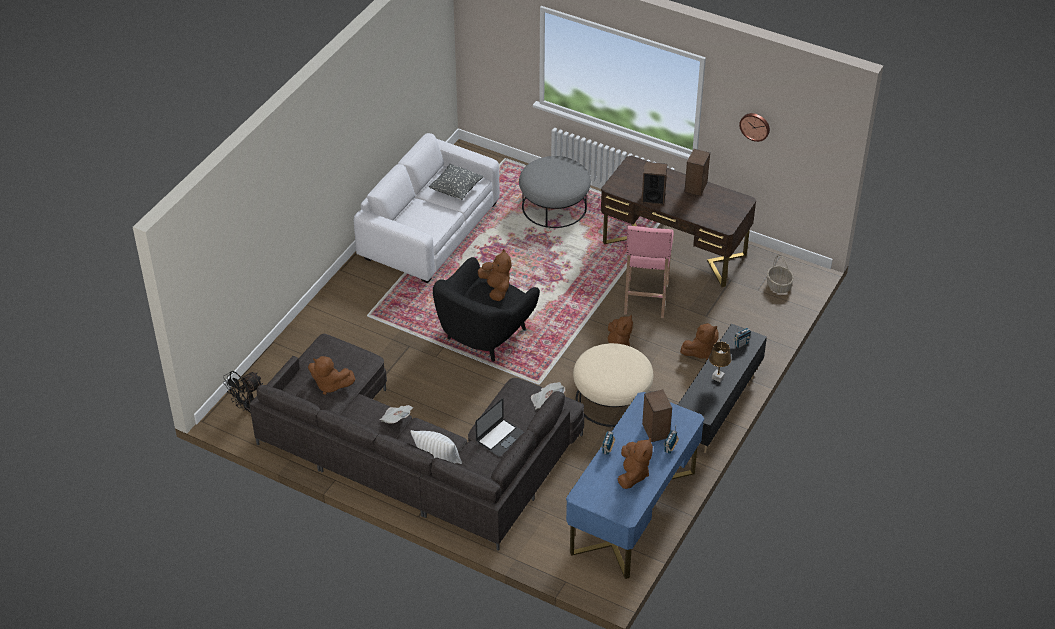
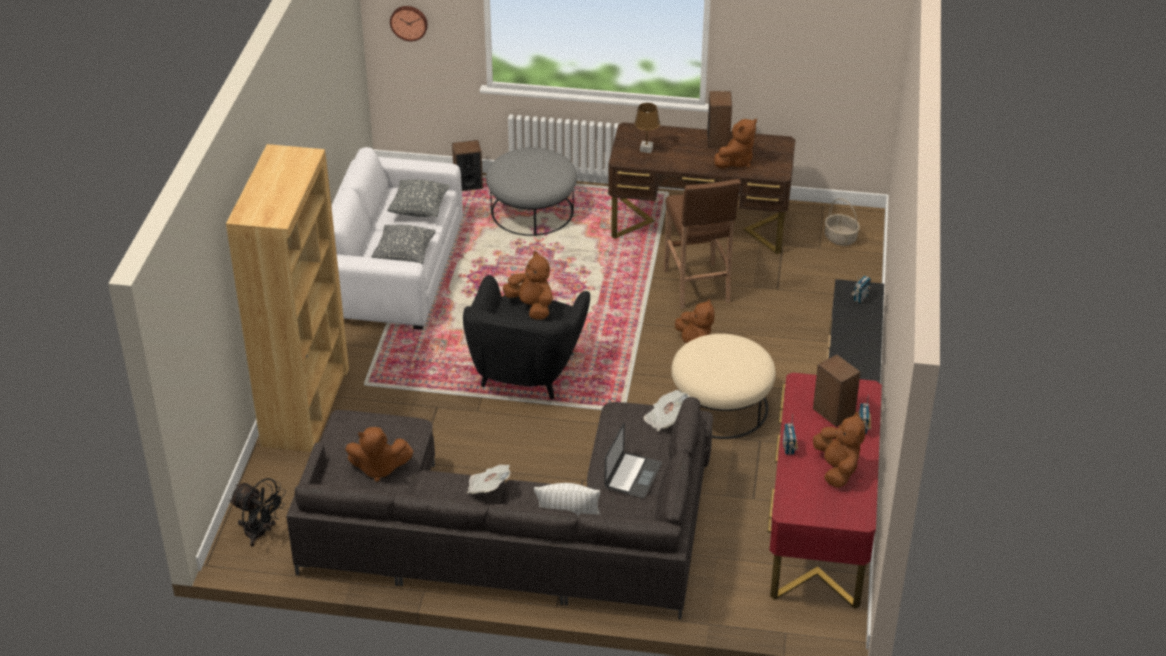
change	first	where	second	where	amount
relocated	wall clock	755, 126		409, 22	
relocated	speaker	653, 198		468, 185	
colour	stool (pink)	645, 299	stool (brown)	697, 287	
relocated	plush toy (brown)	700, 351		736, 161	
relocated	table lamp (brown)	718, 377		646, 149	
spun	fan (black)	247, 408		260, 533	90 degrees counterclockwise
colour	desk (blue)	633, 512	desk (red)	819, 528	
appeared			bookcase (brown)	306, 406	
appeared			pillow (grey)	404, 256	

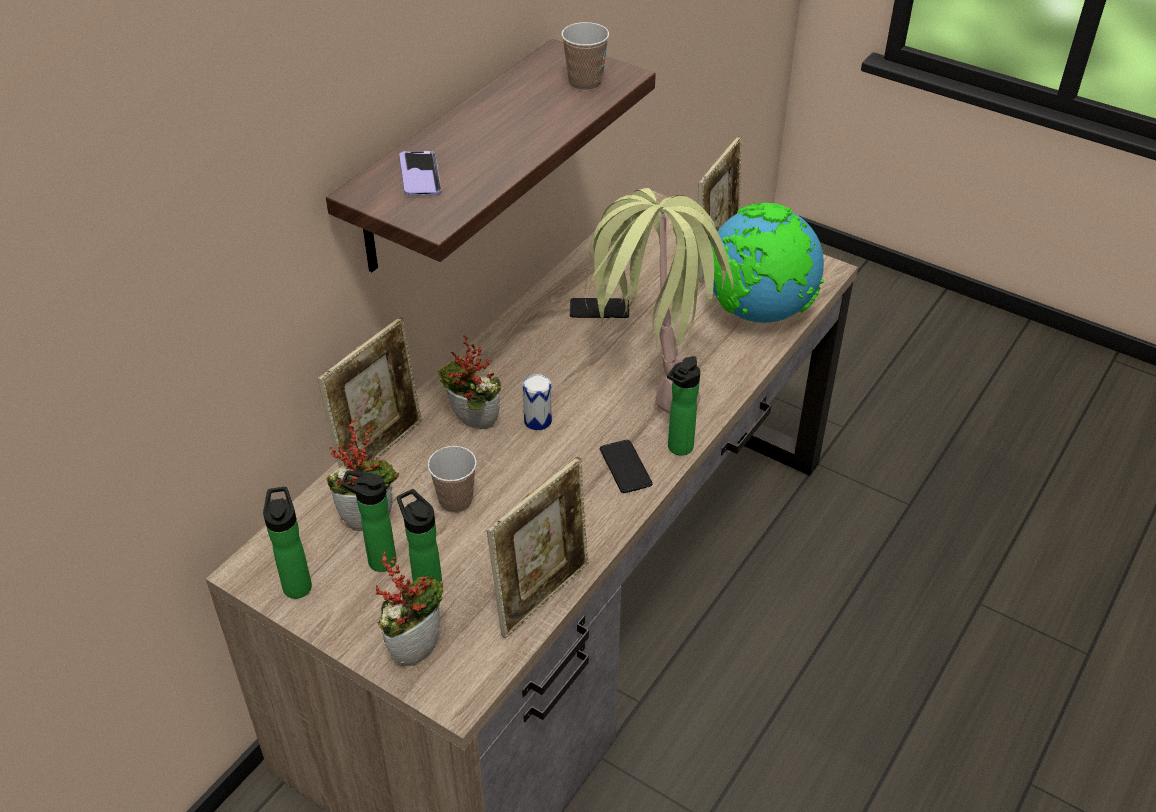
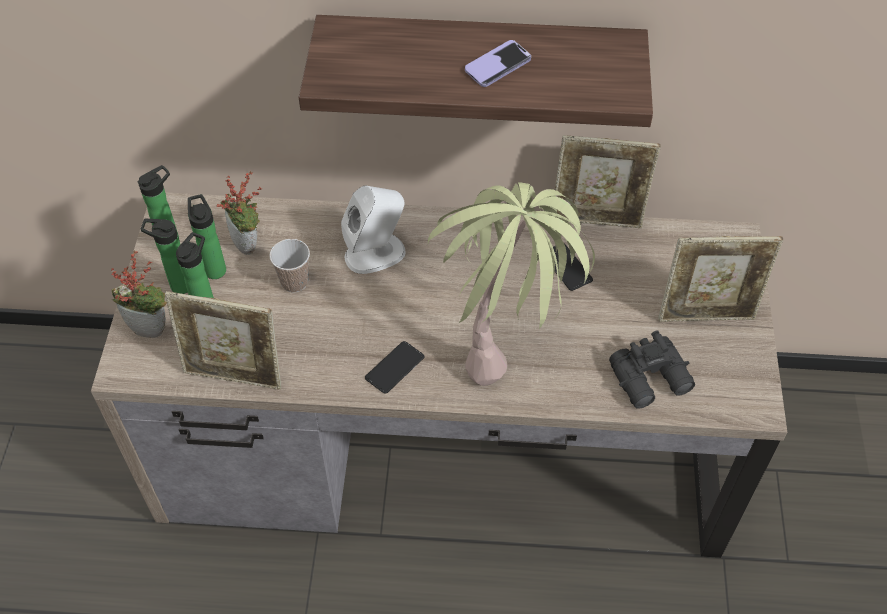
change	first	where	second	where	amount
missing	cup	585, 83			
relocated	phone	420, 176		498, 65	
exchanged	globe	758, 313	binoculars (black)	652, 379	
relocated	picture frame	380, 449		597, 220	
exchanged	potted plant	472, 425	speaker (white)	376, 253	
relocated	bottle	678, 449		178, 285	
missing	can	538, 421			

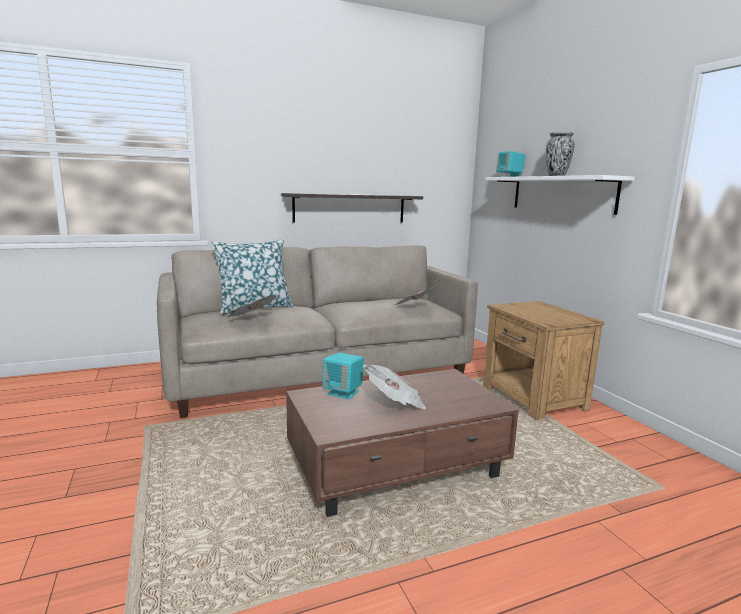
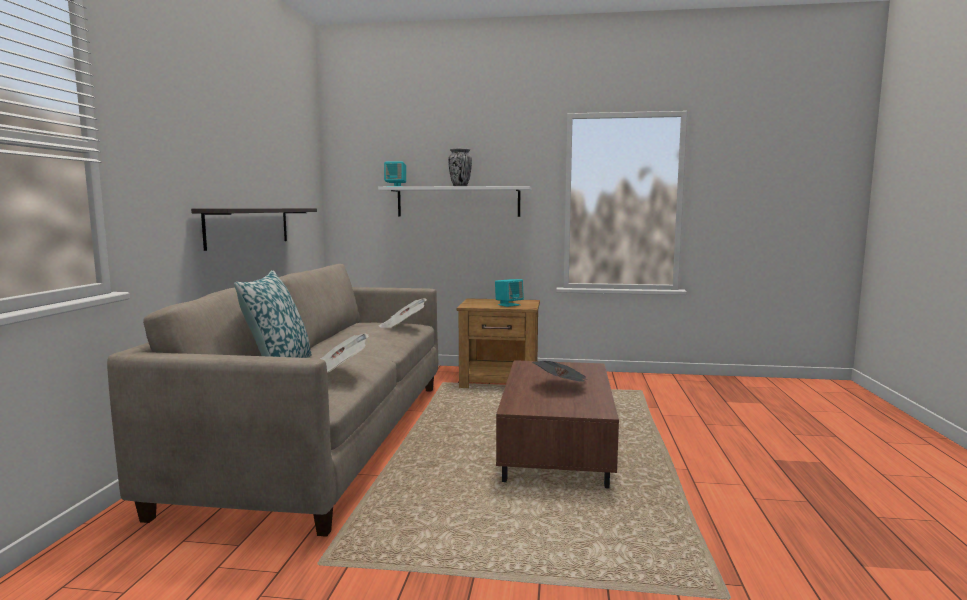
change	first	where	second	where	amount
relocated	speaker (turquoise)	343, 392		508, 305	

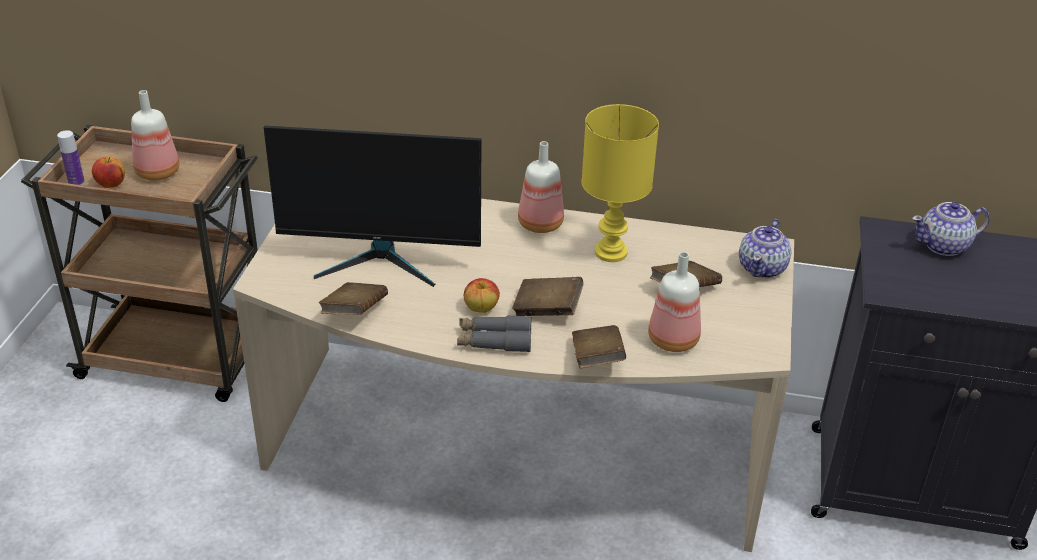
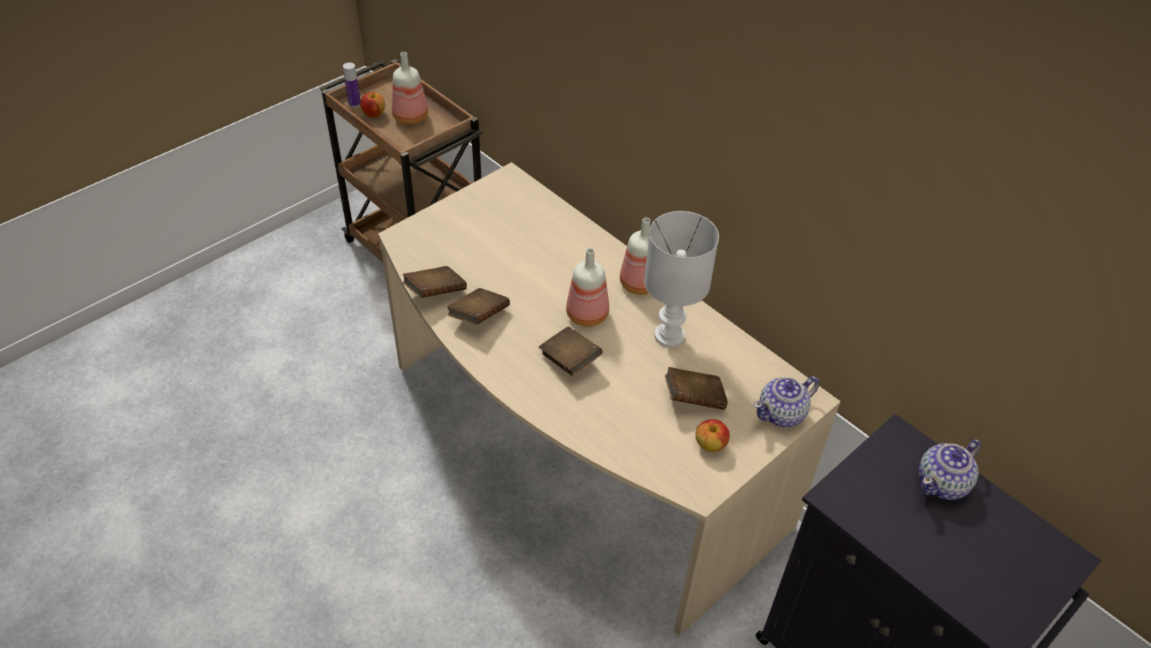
change	first	where	second	where	amount
colour	table lamp (yellow)	611, 252	table lamp (white)	670, 335	
missing	monitor	381, 260			
spun	teapot	944, 246		942, 483	60 degrees counterclockwise
relocated	bottle	673, 339		588, 314	
relocated	apple	481, 308		710, 445	
missing	binoculars (grey)	494, 341			
relocated	book (brown)	597, 360		479, 316	

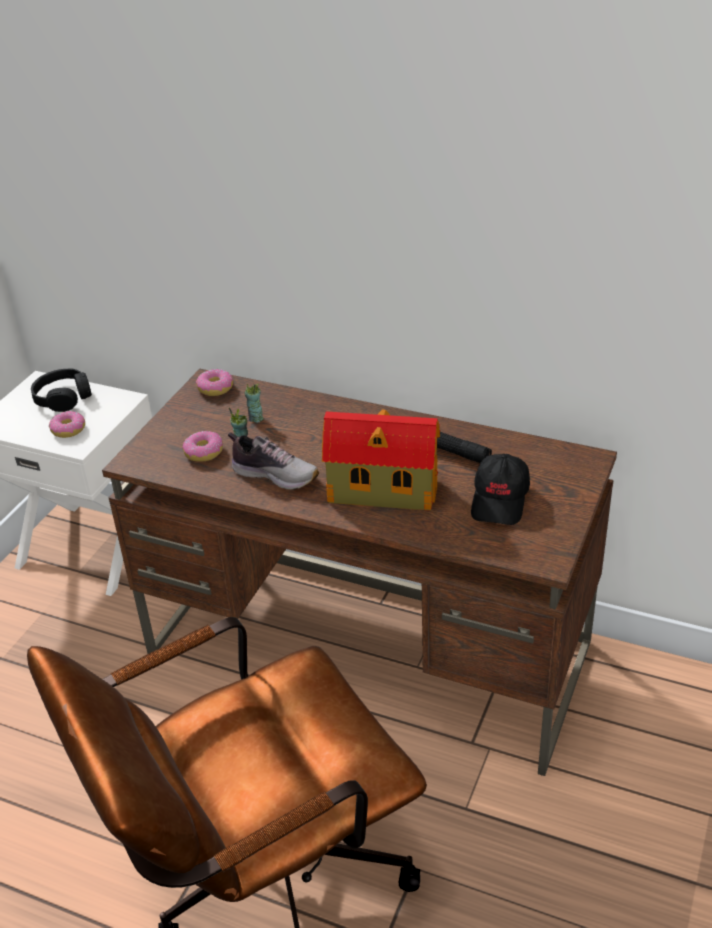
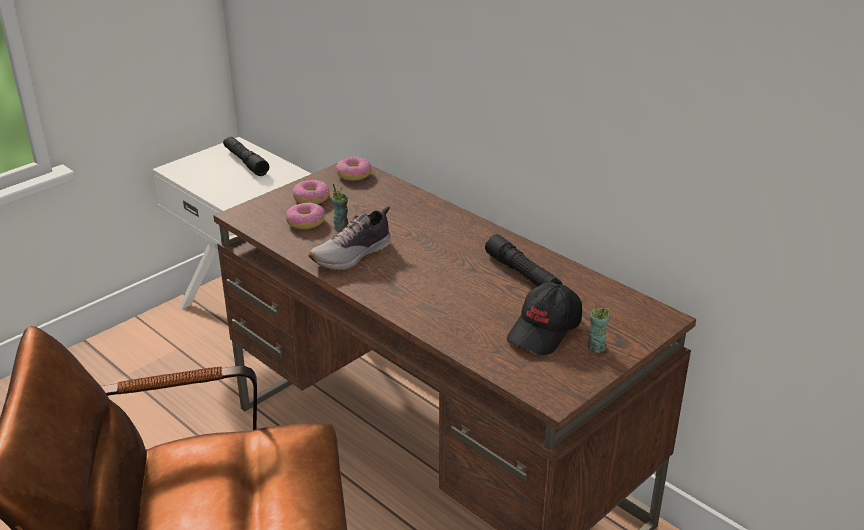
change	first	where	second	where	amount
exchanged	headphones (black)	63, 398	flashlight (black)	245, 162	
relocated	cup	255, 418		596, 347	
missing	toy house	380, 490			
relocated	donut	68, 430		311, 198	
spun	shoe	275, 474		353, 255	90 degrees clockwise

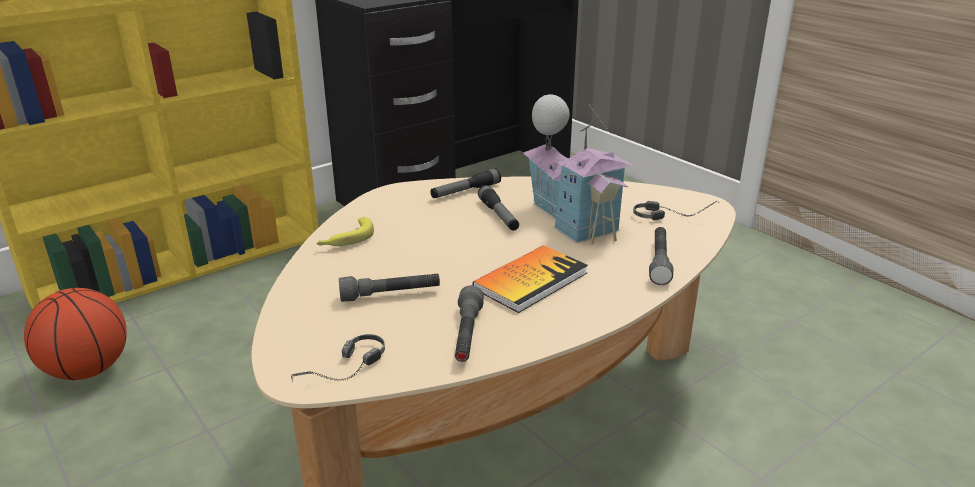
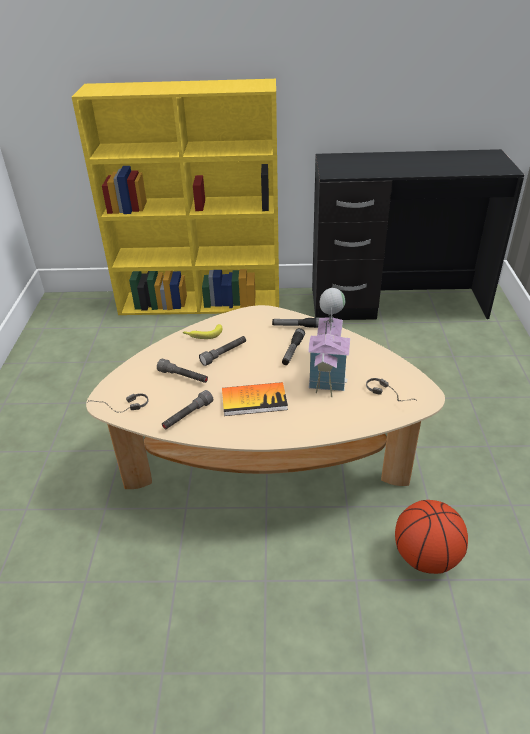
change	first	where	second	where	amount
relocated	flashlight (grey)	659, 262		224, 354	
relocated	basketball	87, 370		425, 557	

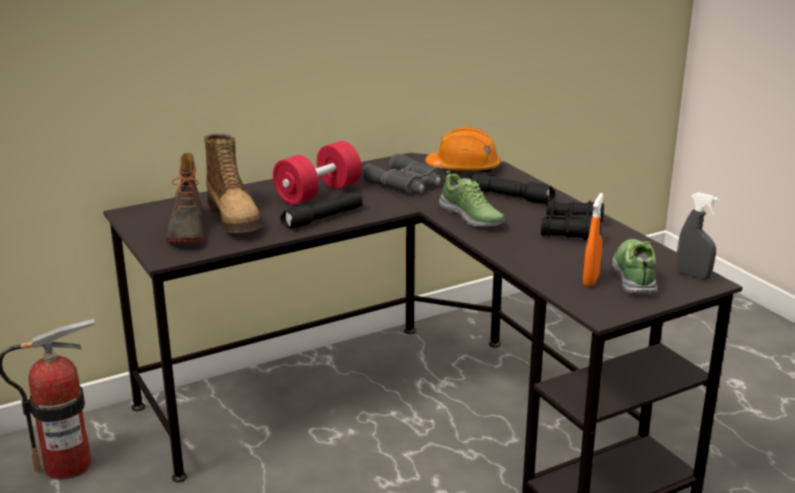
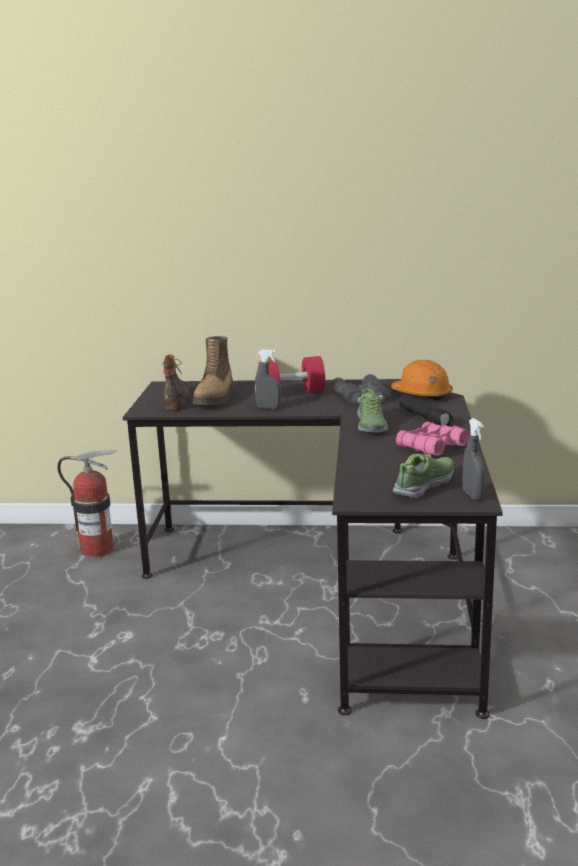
change	first	where	second	where	amount
spun	boot	186, 230		177, 399	150 degrees clockwise
exchanged	flashlight (black)	323, 219	spray bottle (grey)	268, 408	
missing	spray bottle (orange)	591, 280			
colour	binoculars (black)	571, 229	binoculars (pink)	431, 446	

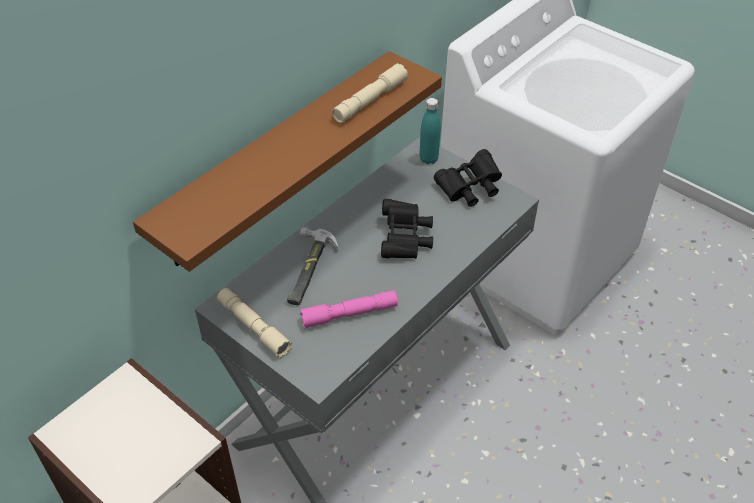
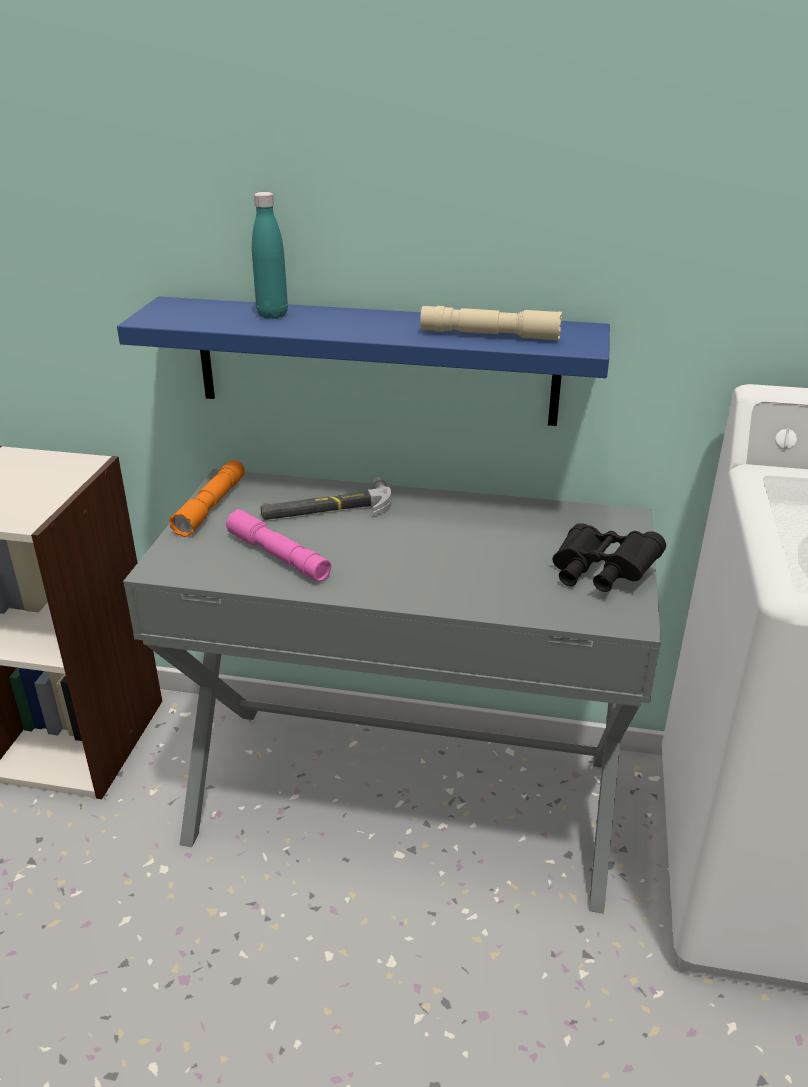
change	first	where	second	where	amount
colour	shelf (brown)	277, 158	shelf (blue)	375, 361	
relocated	bottle (turquoise)	428, 159		272, 315	
missing	binoculars (black)	405, 239			
colour	flashlight (beige)	254, 327	flashlight (orange)	211, 506	

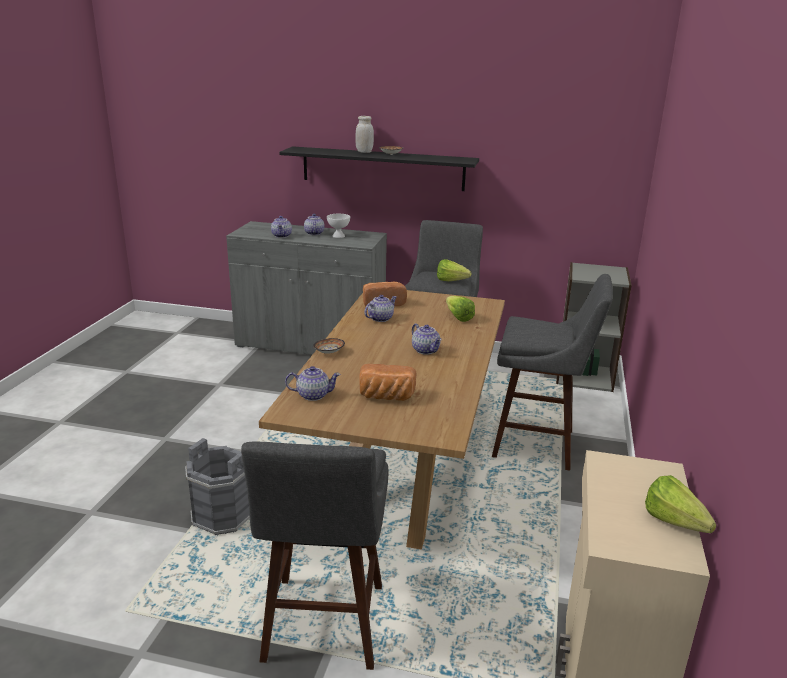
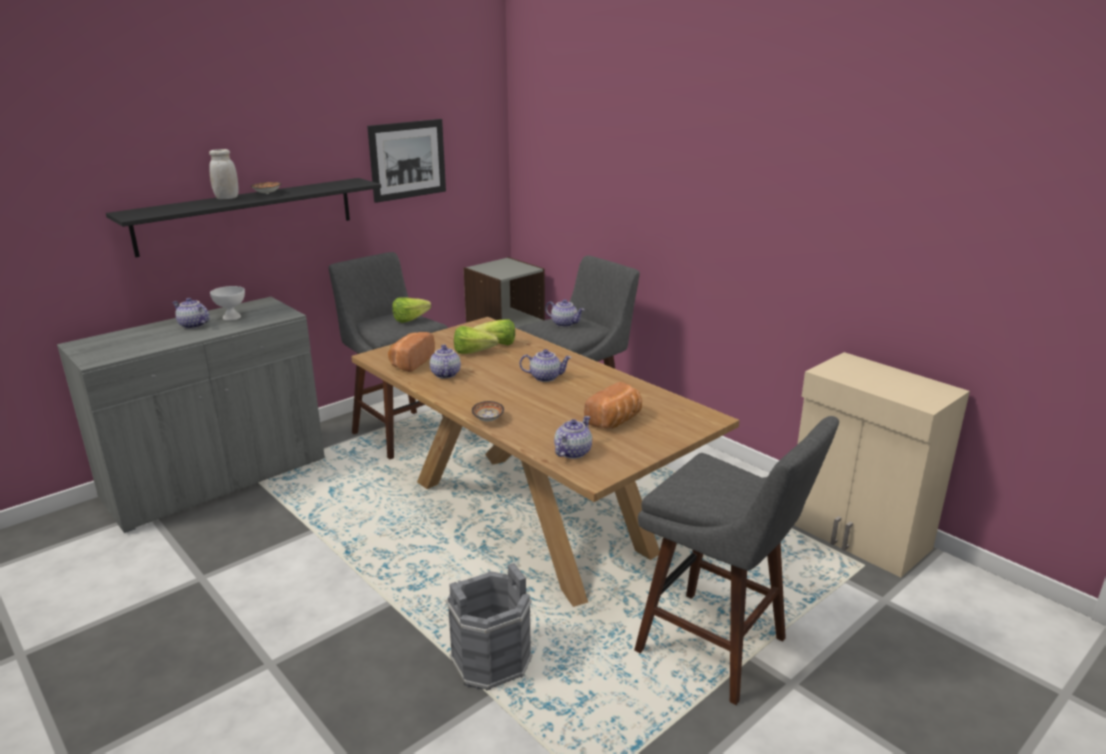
change	first	where	second	where	amount
relocated	teapot	282, 236		565, 324	
relocated	lettuce	678, 526		476, 353	
appeared			picture	407, 160	

